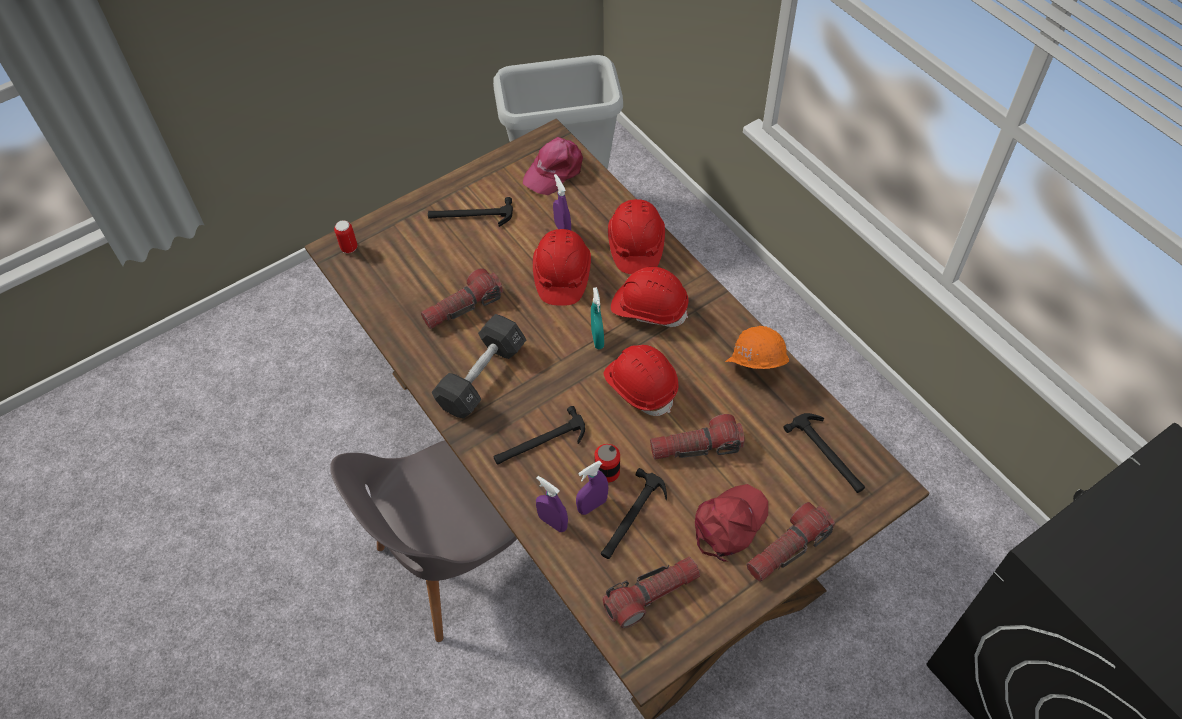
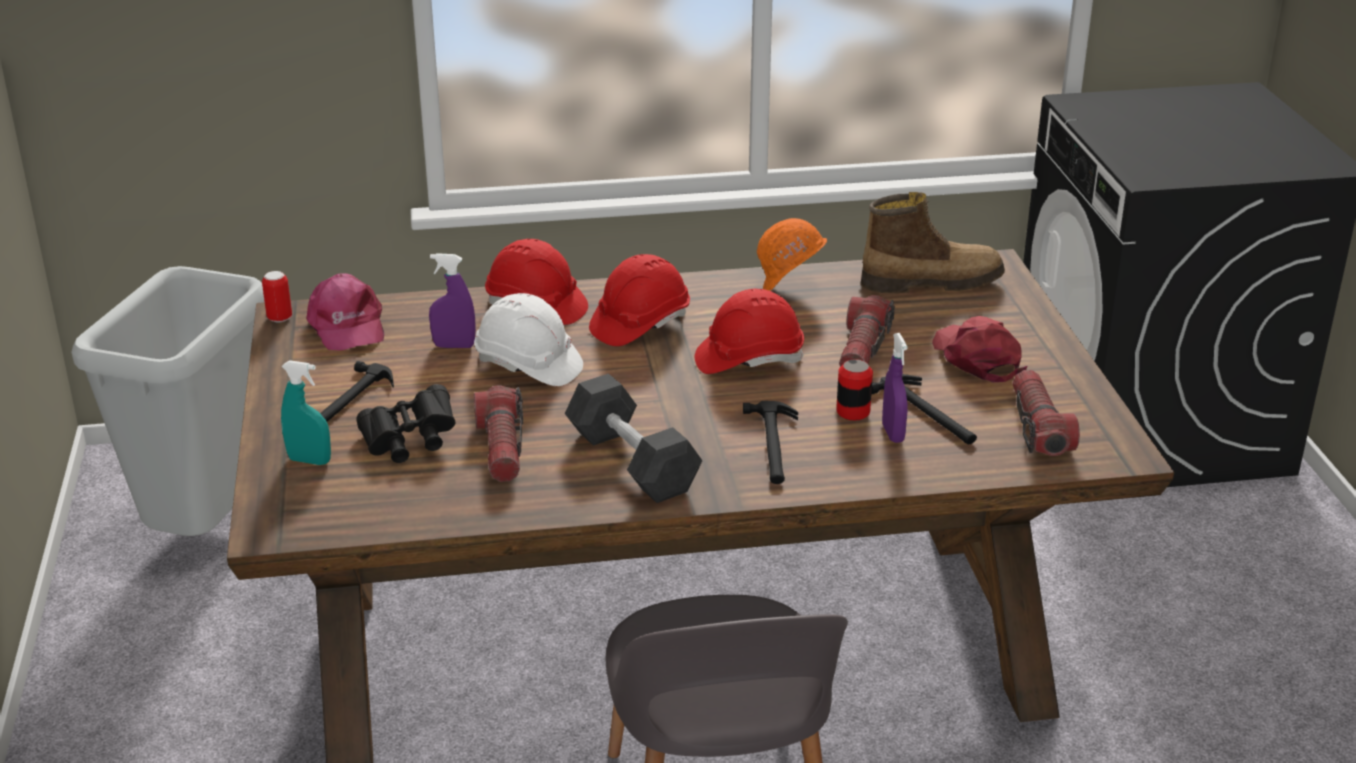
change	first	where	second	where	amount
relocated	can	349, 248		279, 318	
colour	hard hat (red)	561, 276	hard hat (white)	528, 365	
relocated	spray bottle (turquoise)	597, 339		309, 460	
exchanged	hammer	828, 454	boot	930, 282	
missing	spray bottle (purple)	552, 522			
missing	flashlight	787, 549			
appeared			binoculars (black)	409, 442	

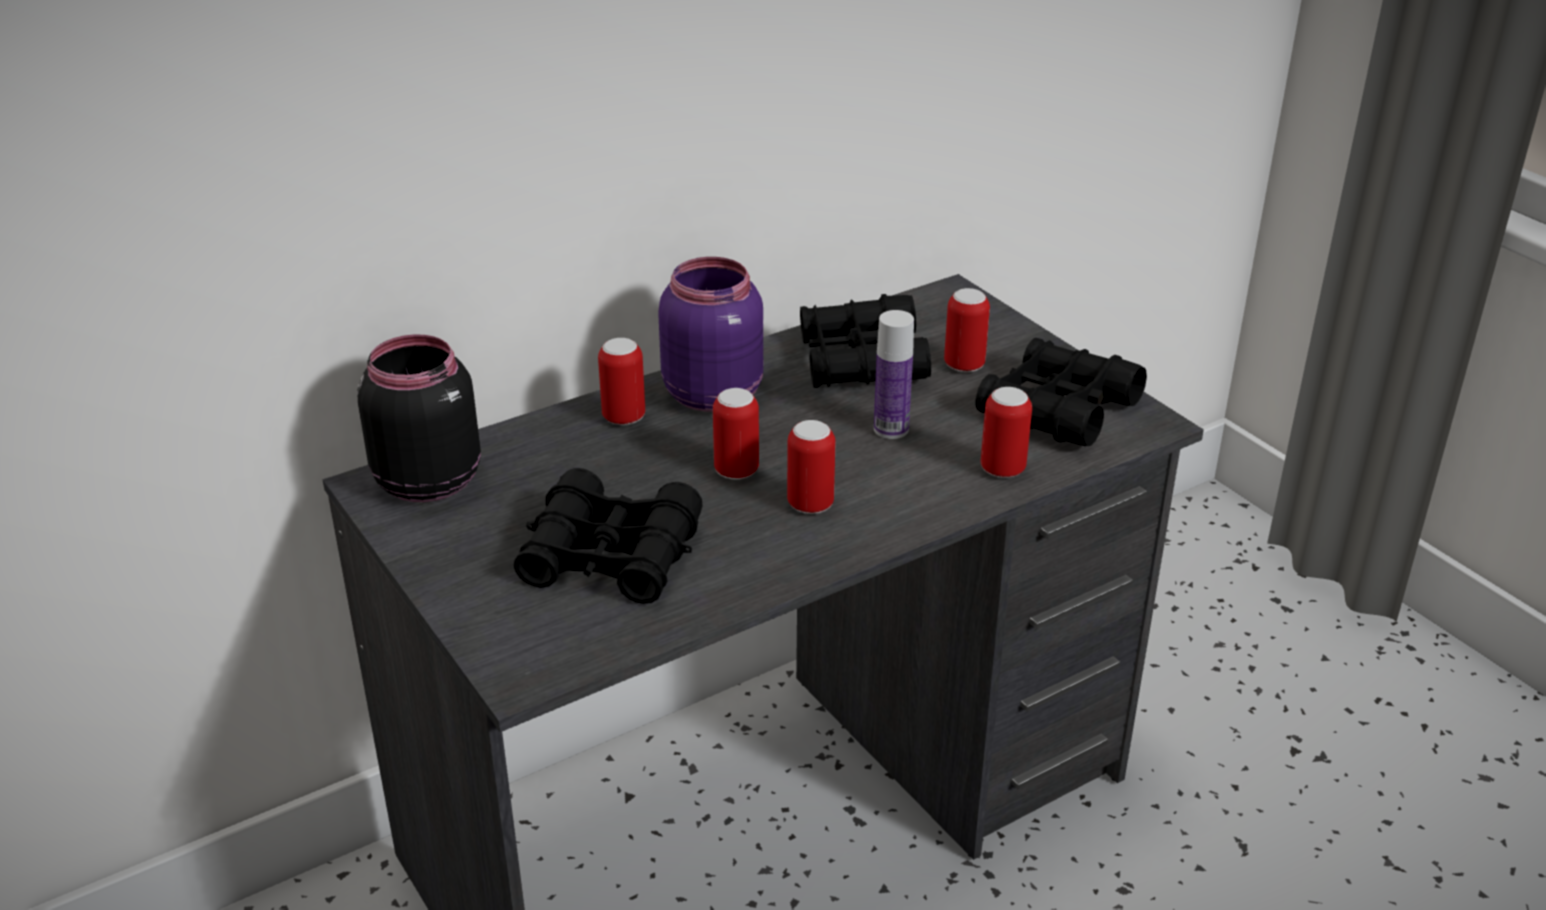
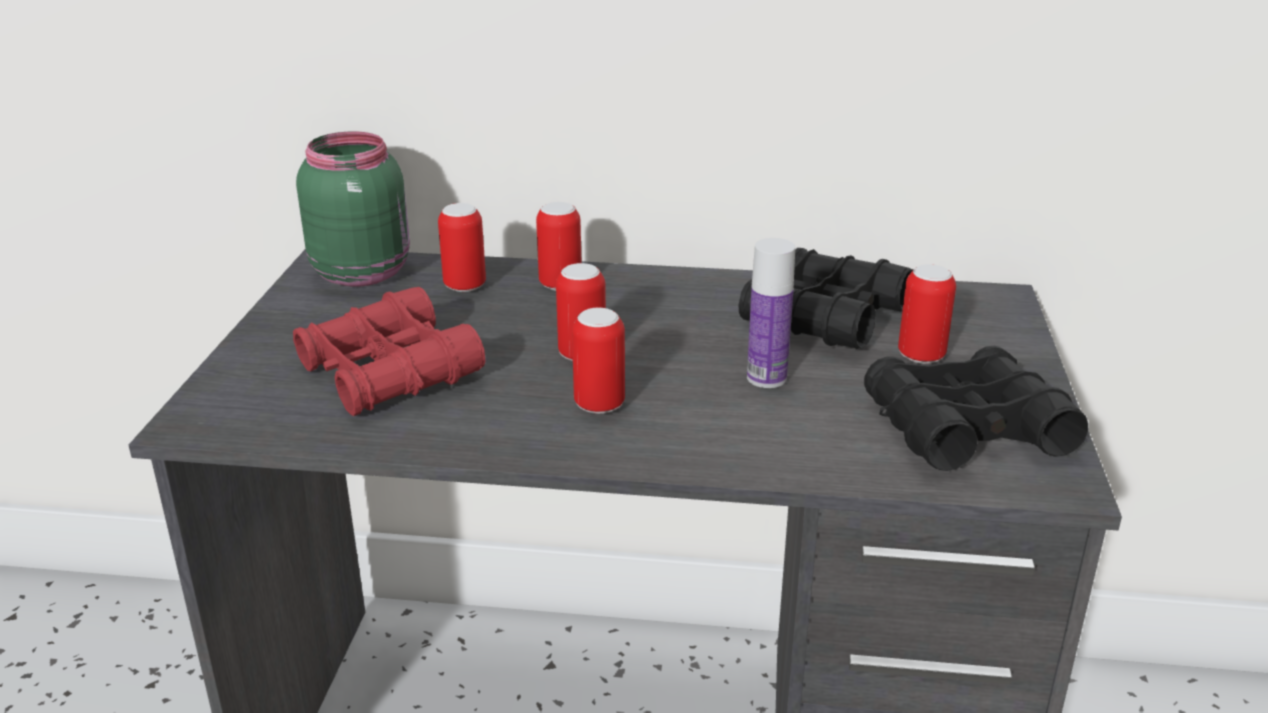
change	first	where	second	where	amount
missing	jar (purple)	713, 393			
colour	jar (black)	427, 480	jar (green)	362, 272	
relocated	can	1002, 469		465, 286	
colour	binoculars (black)	611, 556	binoculars (red)	388, 372	

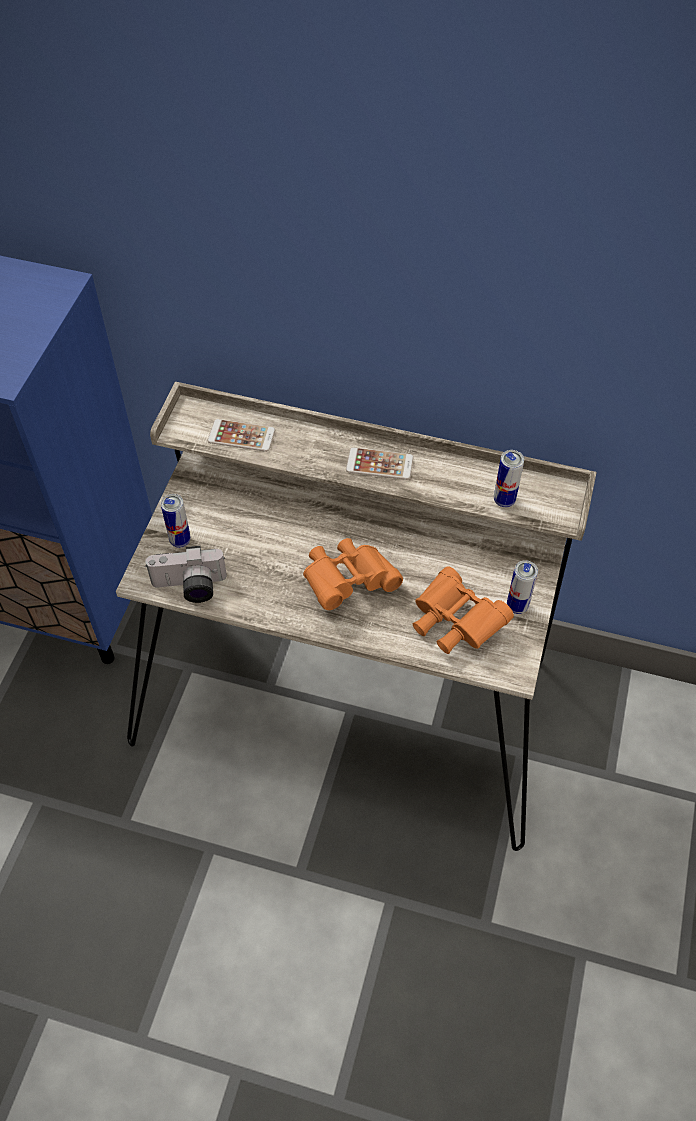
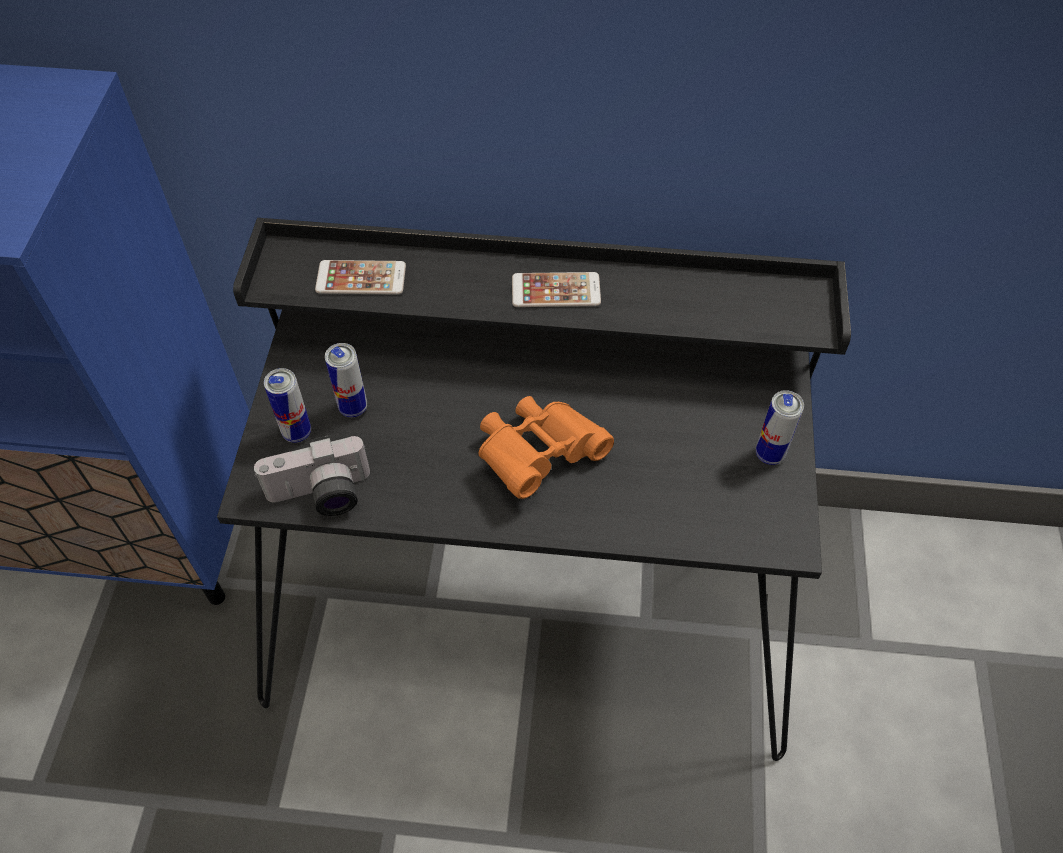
change	first	where	second	where	amount
colour	desk (beige)	350, 696	desk (black)	532, 596	
relocated	can	504, 500		353, 407	
missing	binoculars (orange)	454, 622			

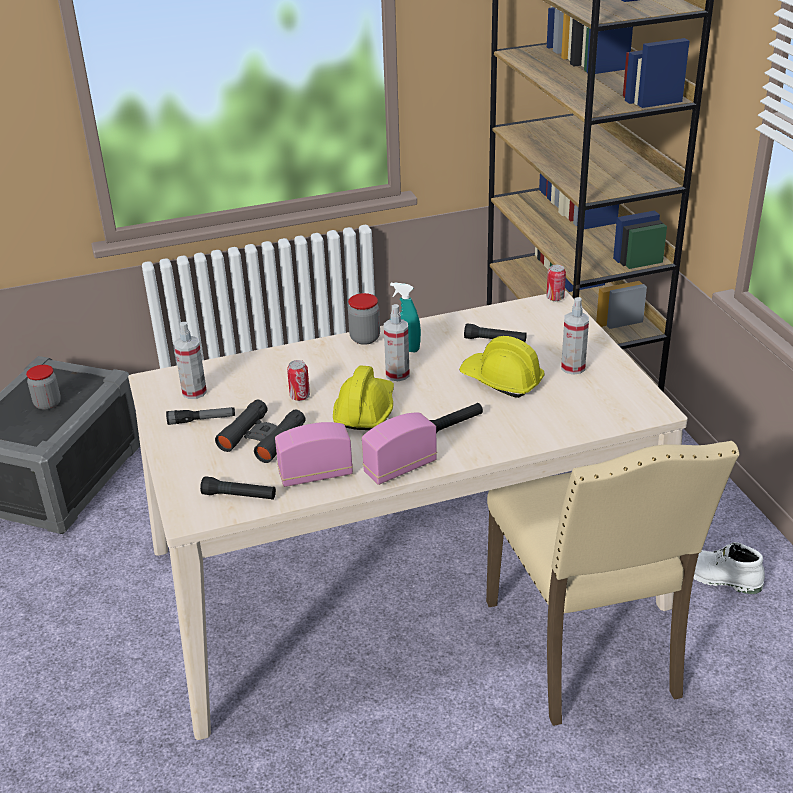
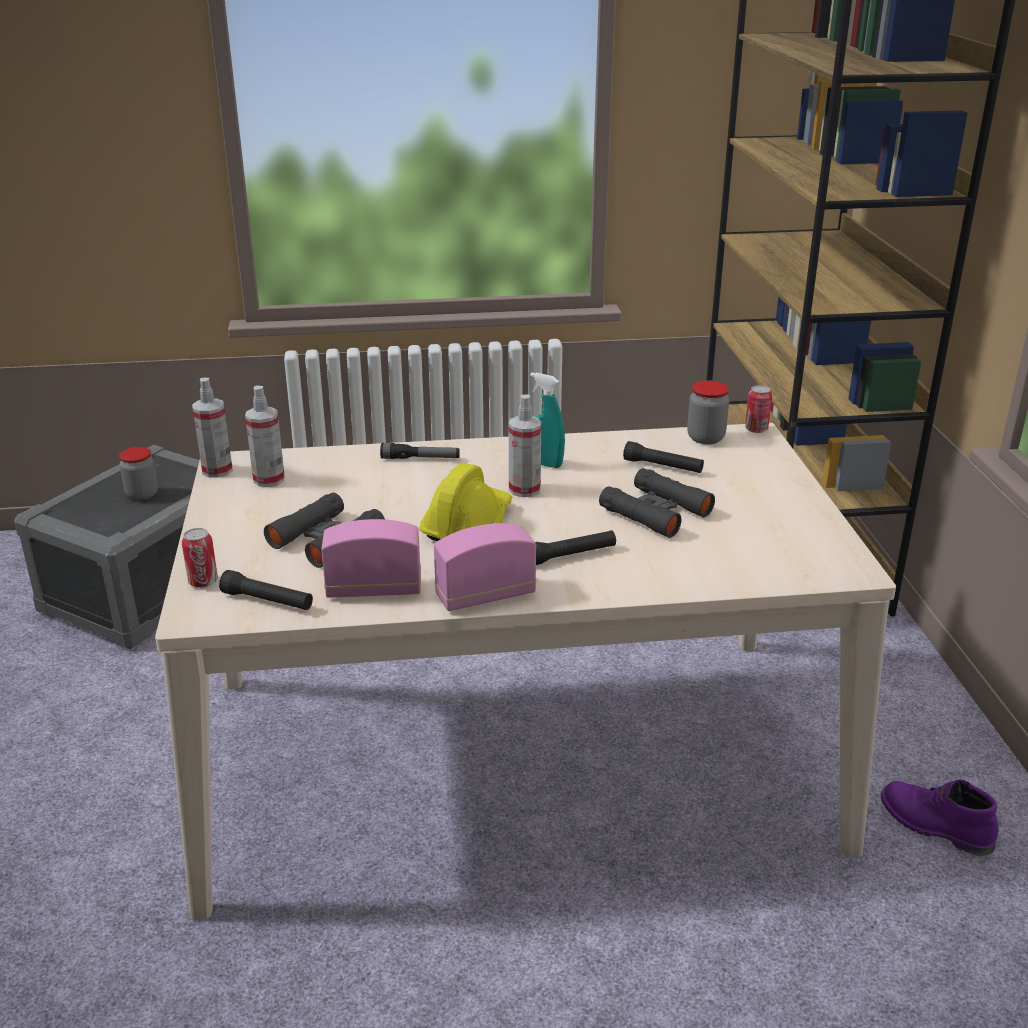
change	first	where	second	where	amount
relocated	jar	365, 338		705, 438	
relocated	spray bottle	573, 367		217, 470	
exchanged	hard hat (yellow)	501, 380	binoculars (black)	655, 512	
relocated	can	300, 397		203, 582	
relocated	flashlight	201, 420		420, 459	
missing	chair (beige)	587, 650			
colour	boot (white)	718, 578	boot (purple)	933, 826	

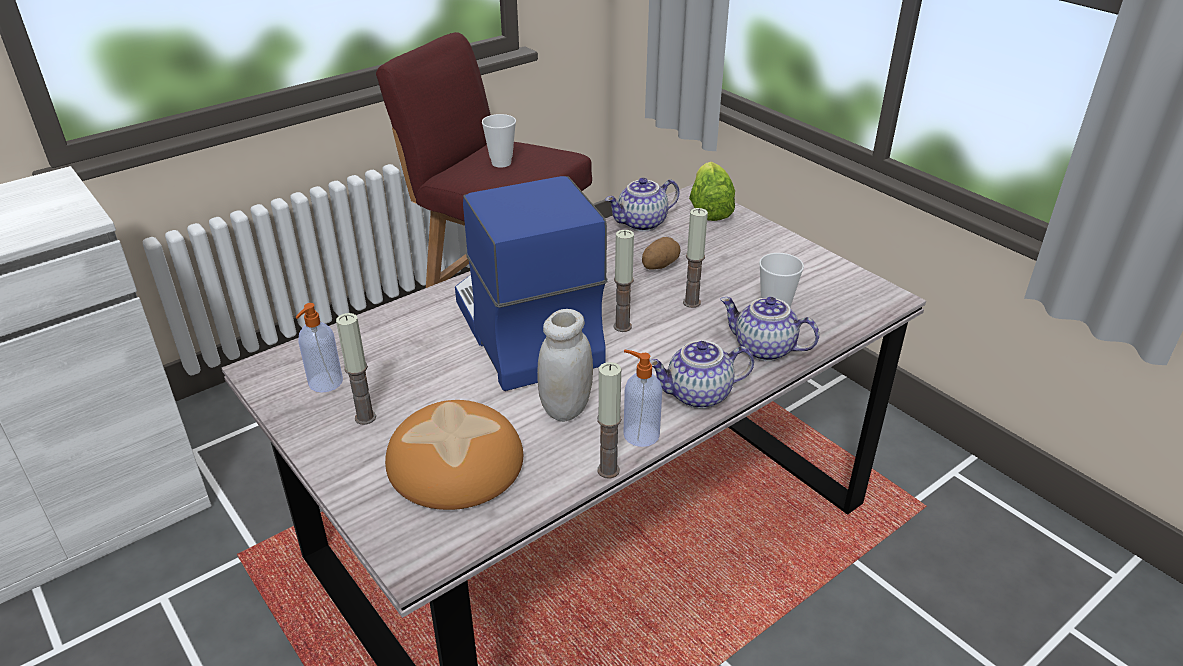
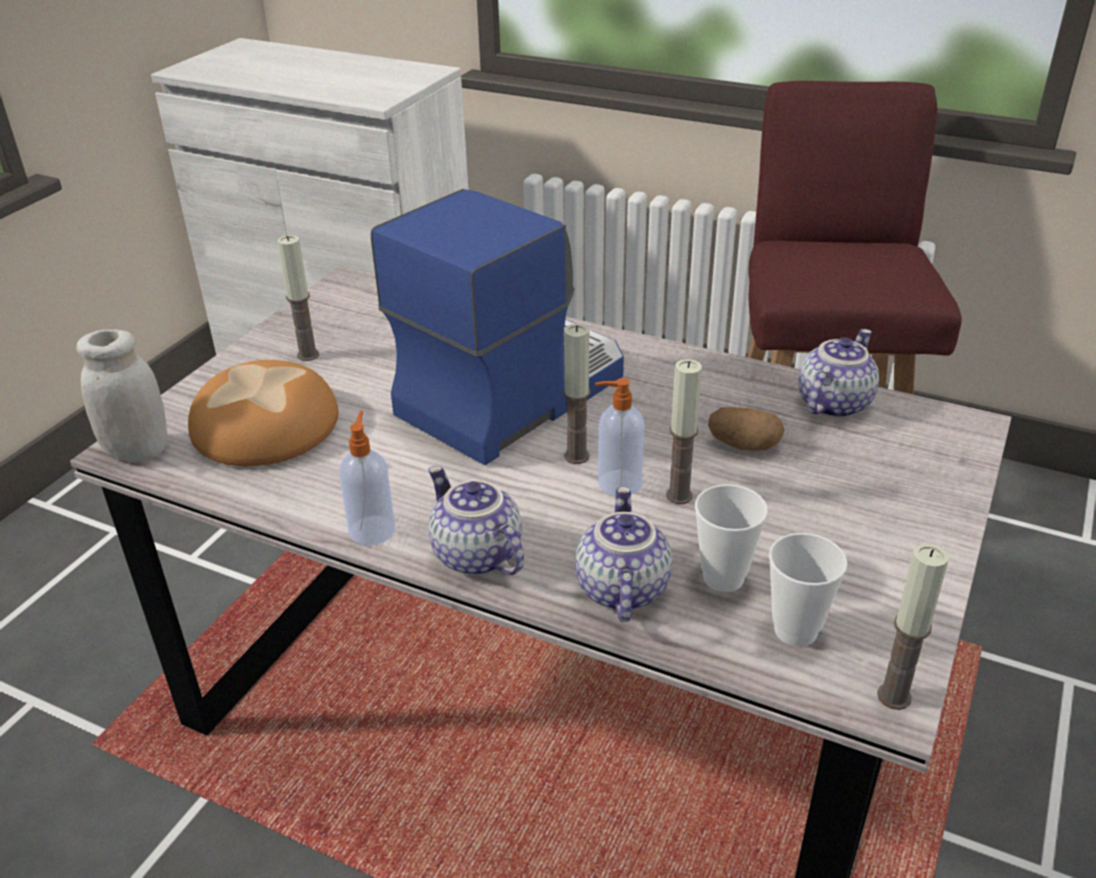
change	first	where	second	where	amount
relocated	cup	501, 163		795, 630	
missing	lettuce	709, 208			
spun	teapot	642, 224		832, 403	90 degrees clockwise
relocated	soap dispenser	325, 383		618, 483	
relocated	jar (white)	566, 408		138, 451	
relocated	candle	608, 470		894, 696	

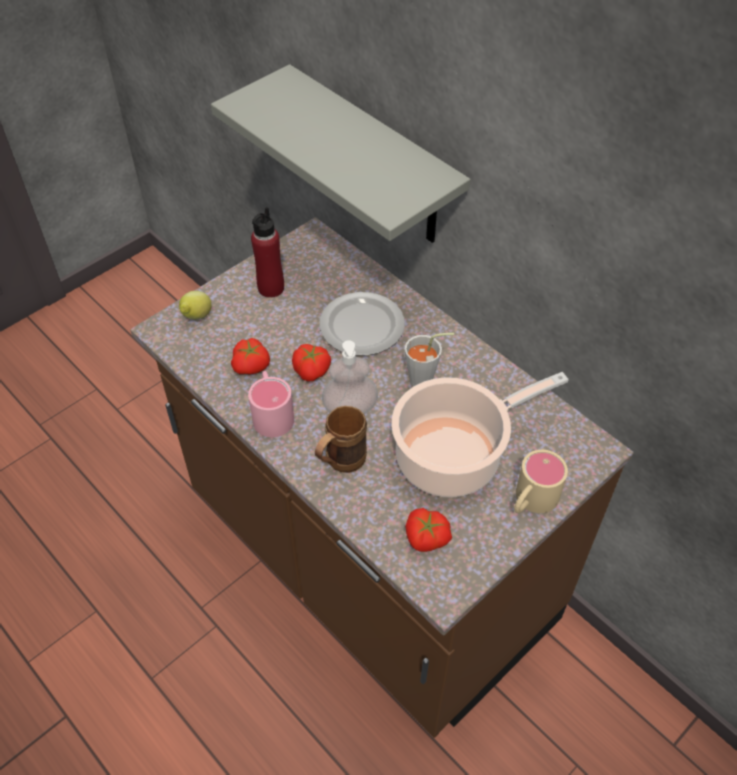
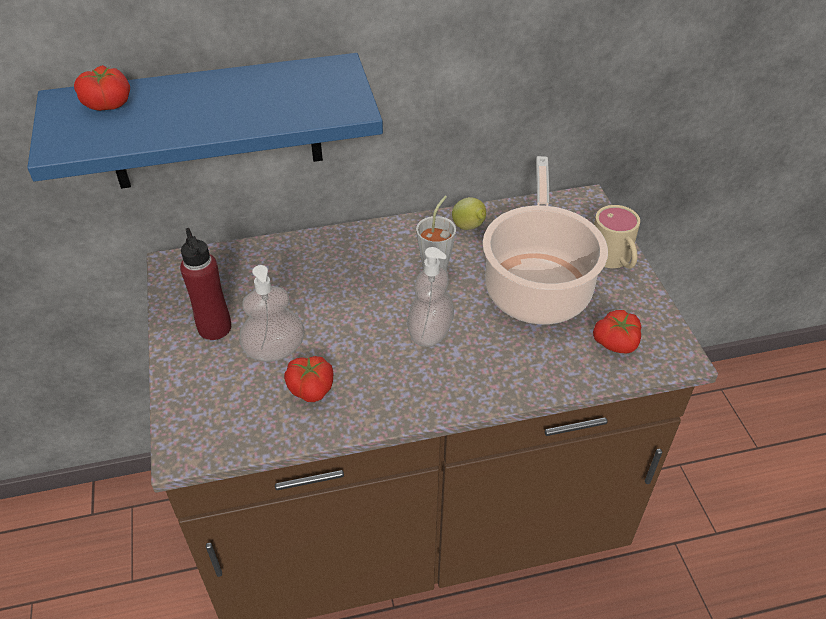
change	first	where	second	where	amount
colour	shelf (grey)	374, 160	shelf (blue)	213, 123	
relocated	lemon	196, 317		469, 228	
missing	plate	363, 327			
relocated	tomato	312, 370		108, 103	
missing	mug (pink)	271, 412			
missing	mug (brown)	339, 463			
appeared			soap dispenser	275, 350	

